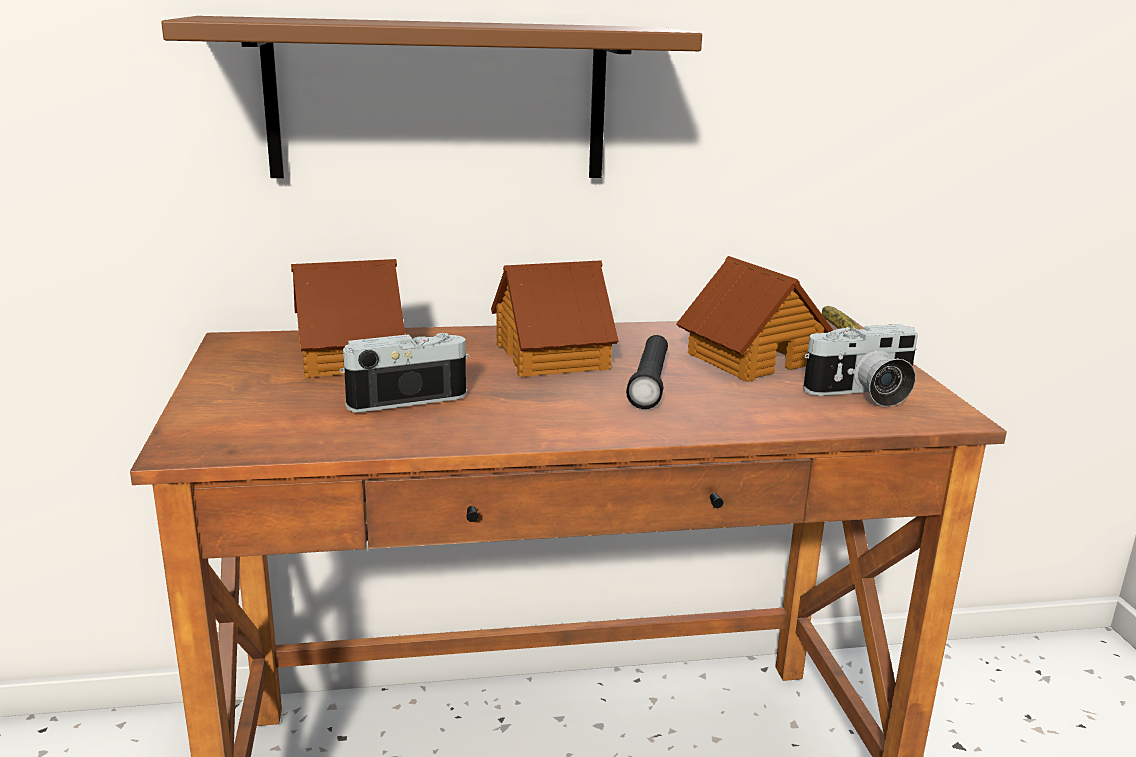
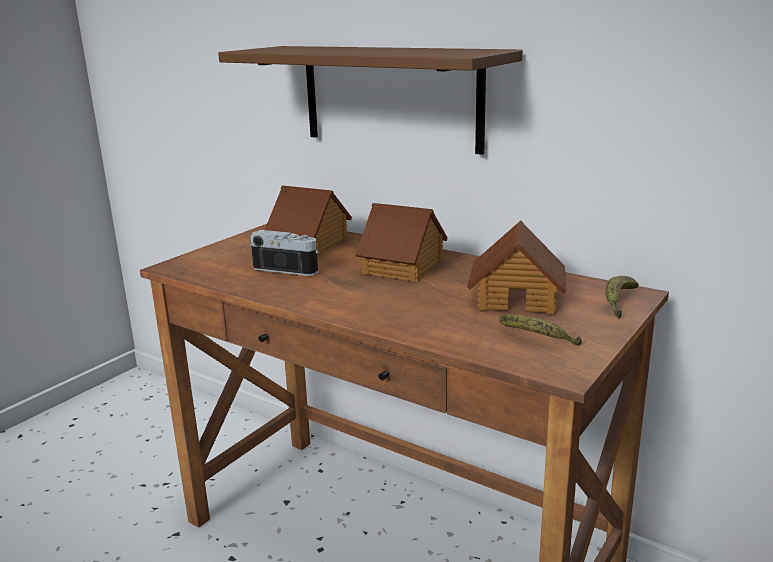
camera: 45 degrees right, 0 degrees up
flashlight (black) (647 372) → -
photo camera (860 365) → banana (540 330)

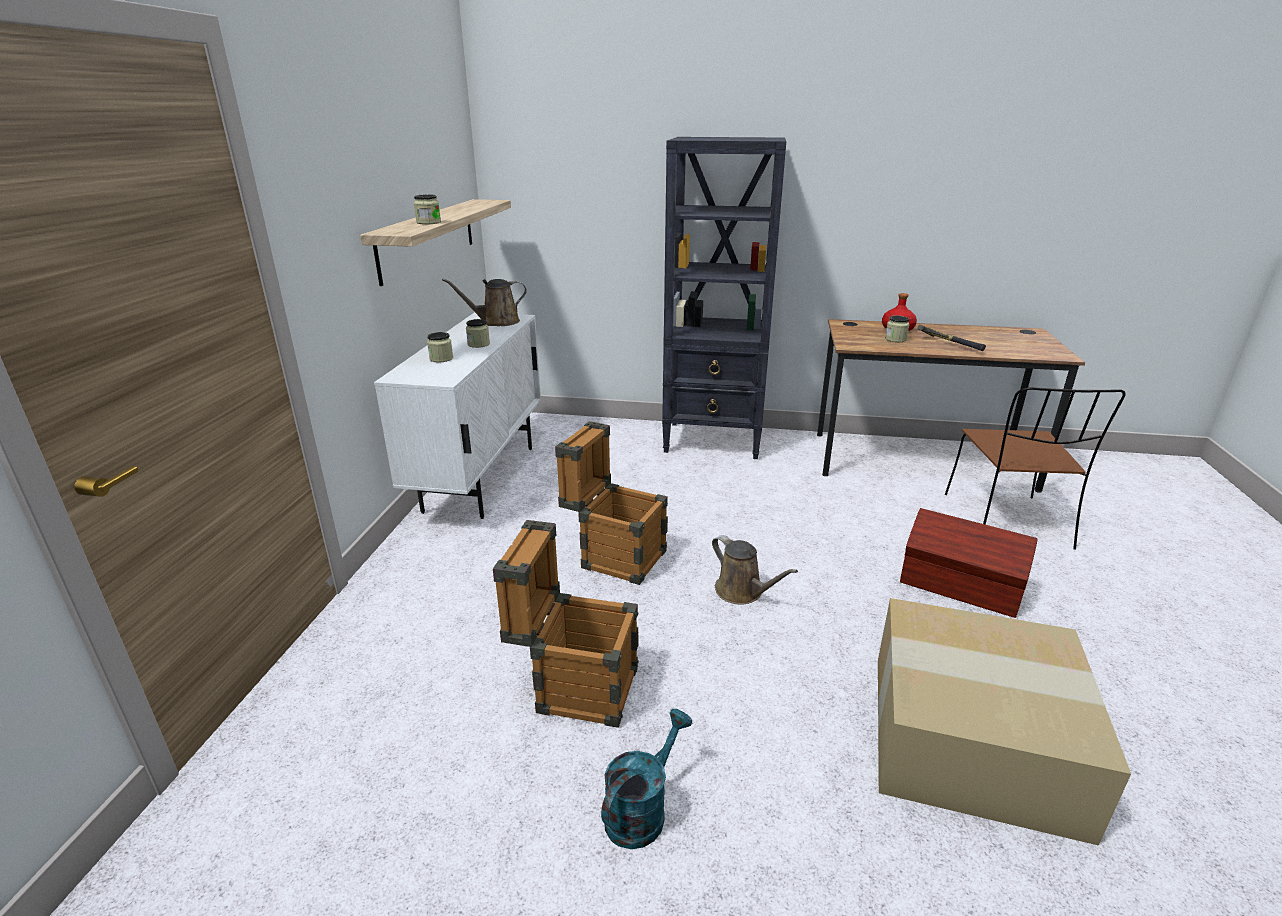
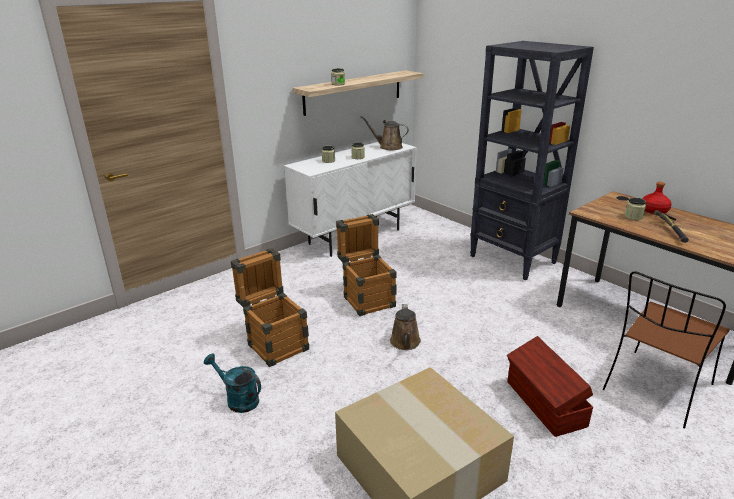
camera: 40 degrees right, 0 degrees up
watering can (turquoise) (647 779) → watering can (turquoise) (232 383), 135 degrees counterclockwise

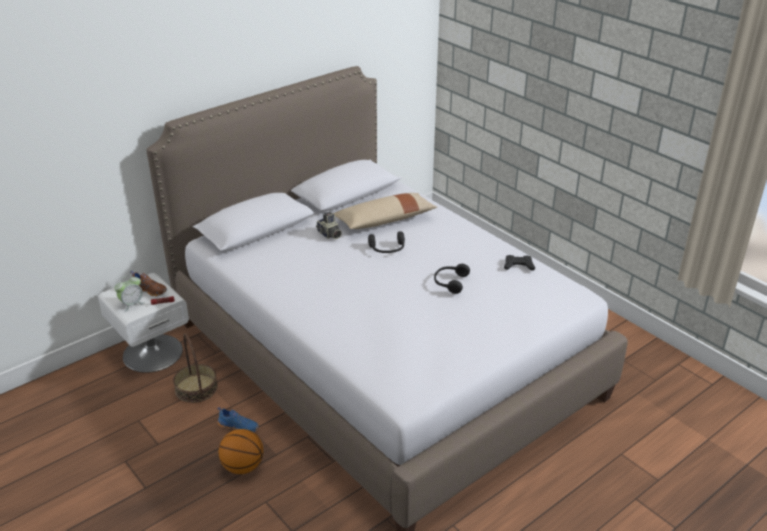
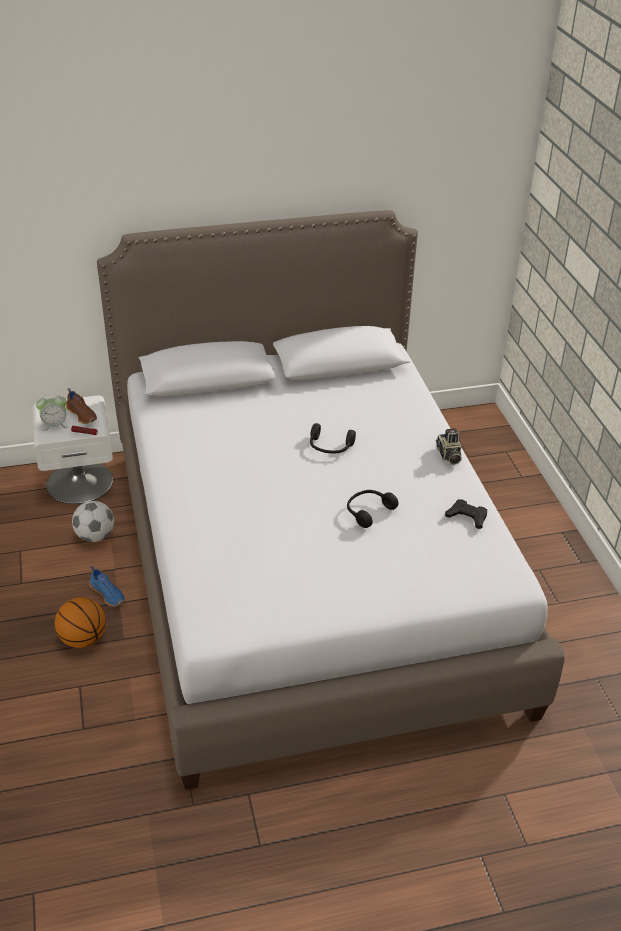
camera: 25 degrees right, 5 degrees up
basket (195 368) → football (93 521)
photo camera (329 225) → photo camera (449 446), moved
pillow (beige) (385 211) → -

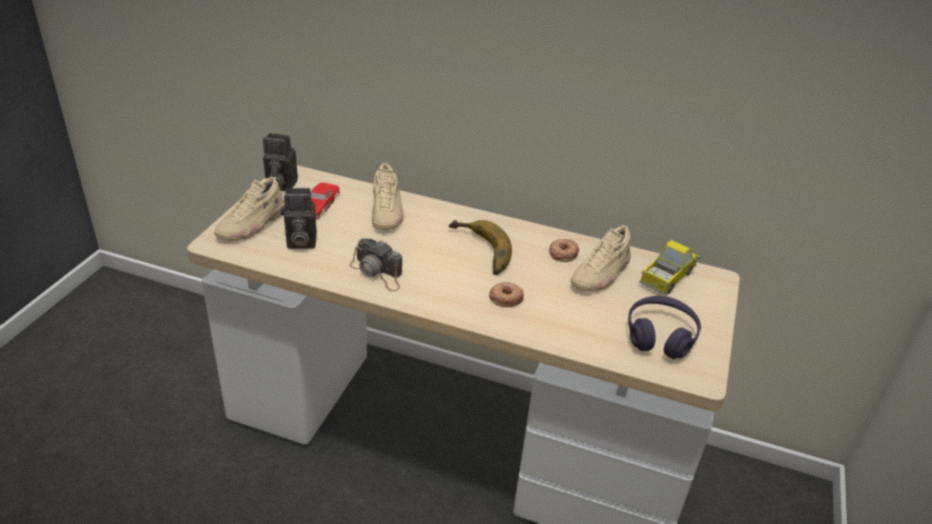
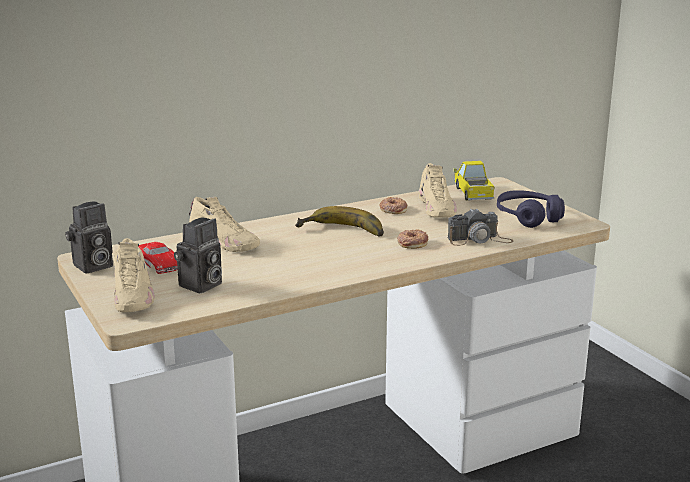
camera: 45 degrees left, 15 degrees down
photo camera (376 264) → photo camera (481 227), moved

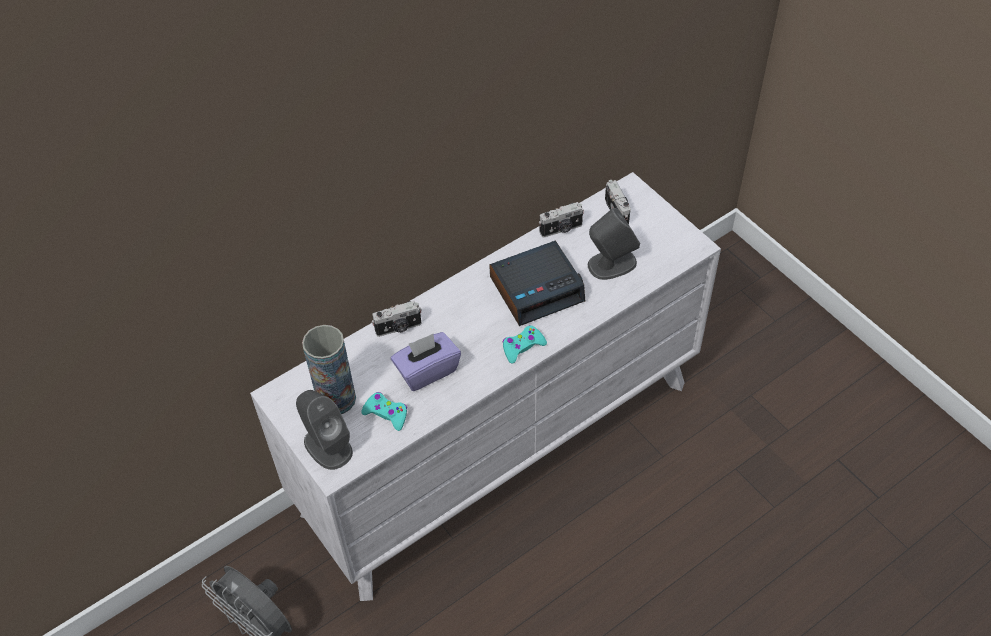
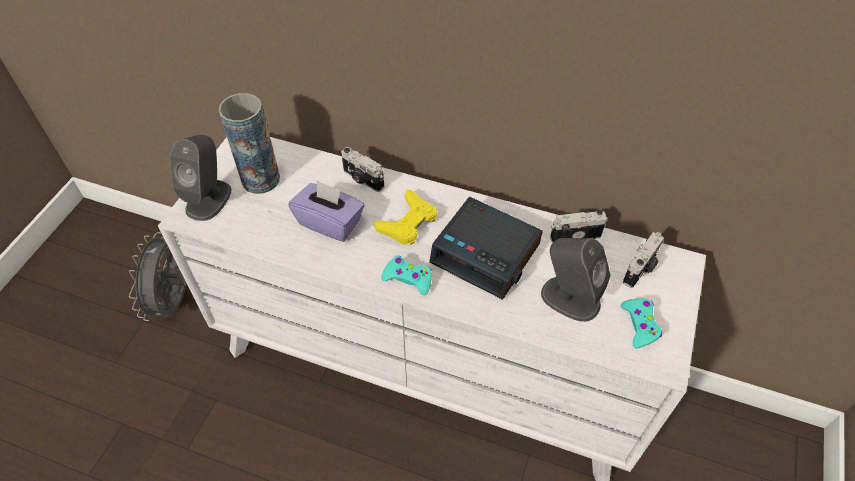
camera: 55 degrees right, 0 degrees up
game controller (turquoise) (384 411) → game controller (turquoise) (641 323), moved
photo camera (561 219) → photo camera (578 226), 135 degrees clockwise
- → game controller (yellow) (405 217)

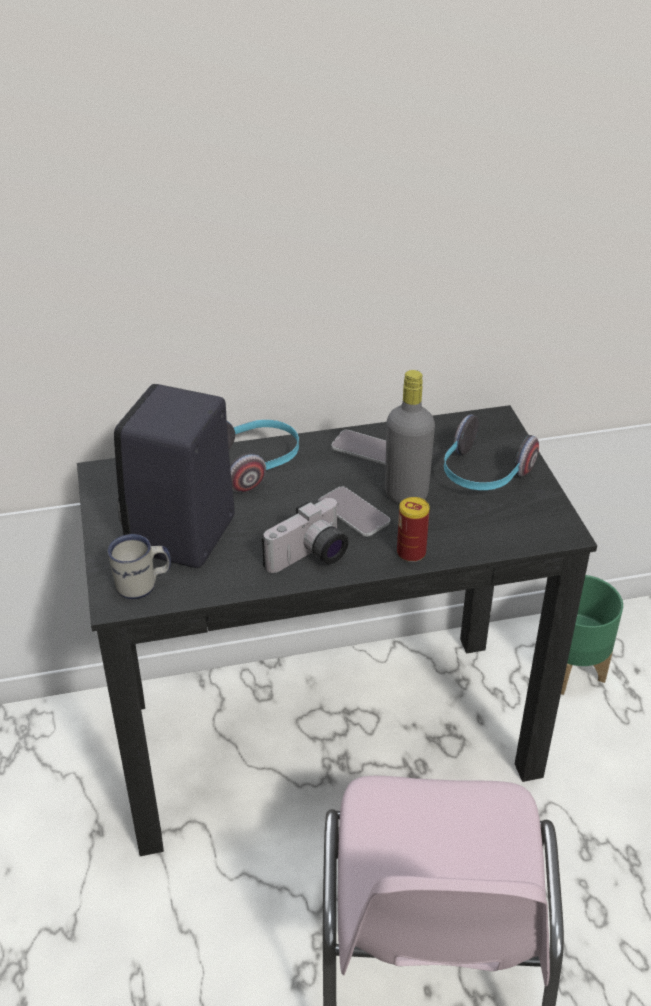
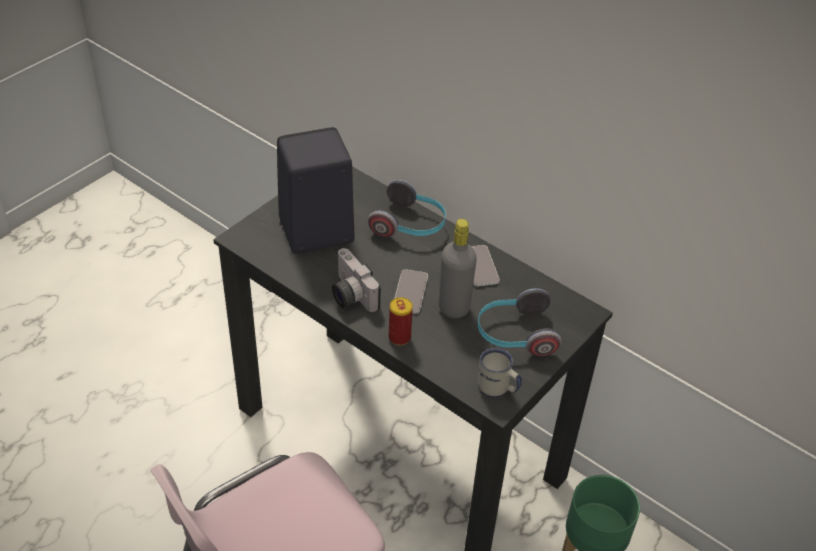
camera: 50 degrees right, 5 degrees up
mug (white) (139 566) → mug (white) (500 372), moved
photo camera (305 535) → photo camera (356 280), 45 degrees clockwise

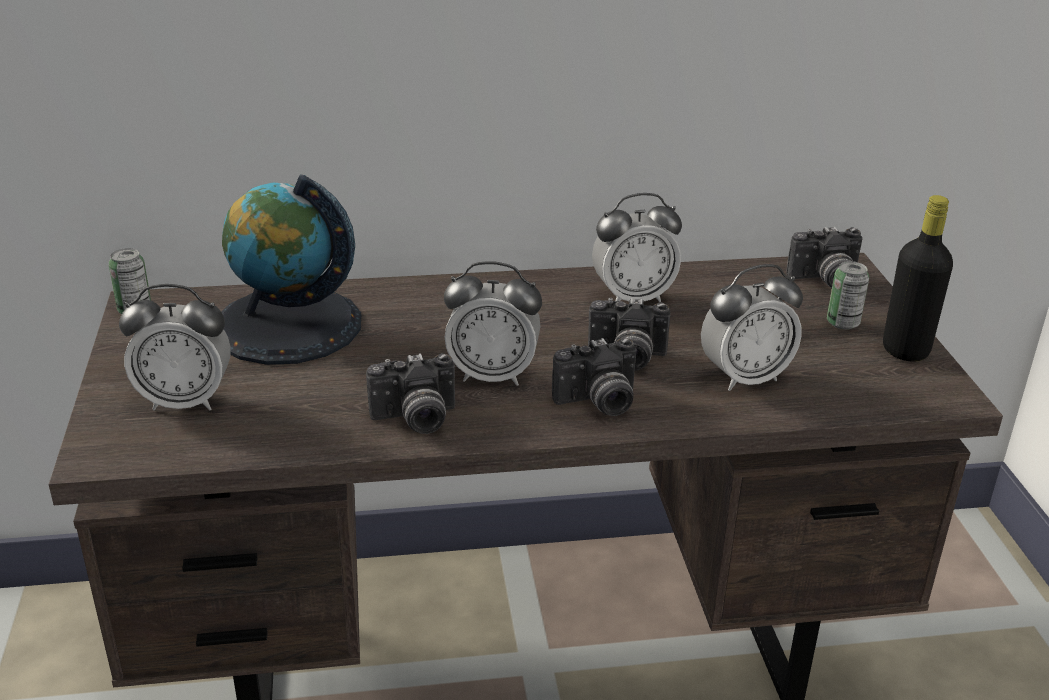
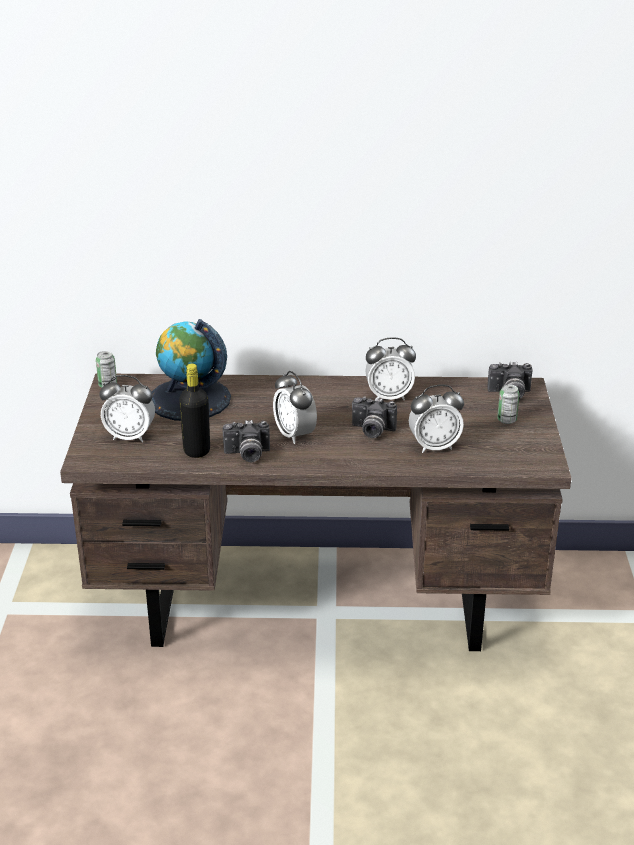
camera: 10 degrees right, 0 degrees up
alarm clock (493 323) → alarm clock (295 407), 45 degrees clockwise
photo camera (594 376) → -
bottle (black) (918 278) → bottle (black) (194 410), moved

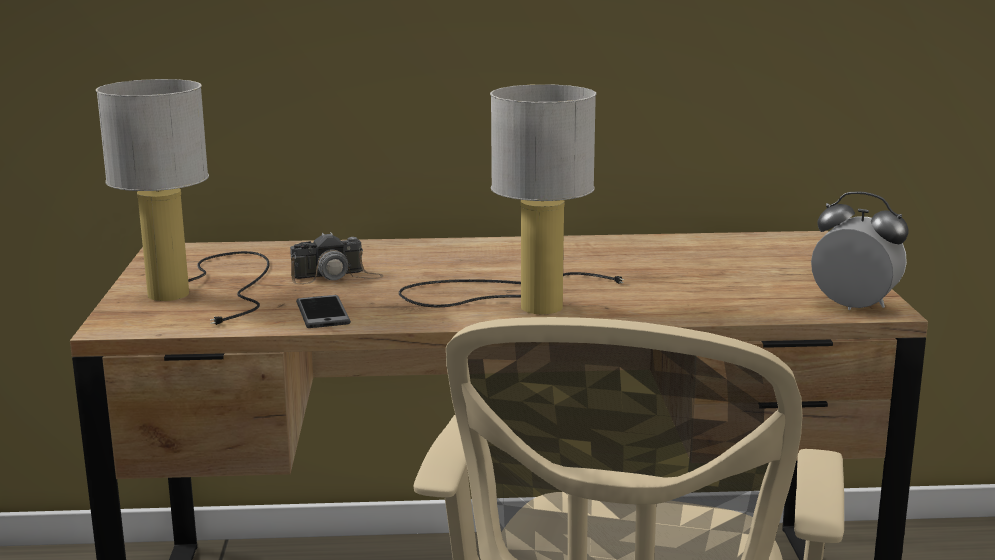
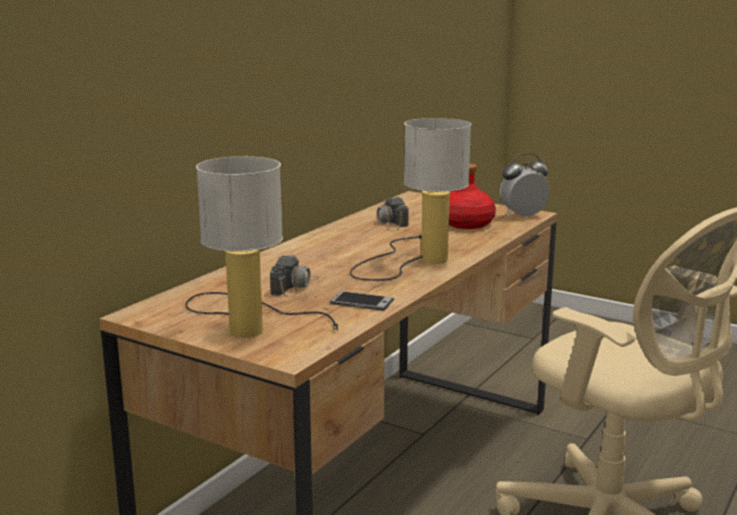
camera: 55 degrees left, 0 degrees up
- → photo camera (392 214)
- → bottle (red) (472 196)

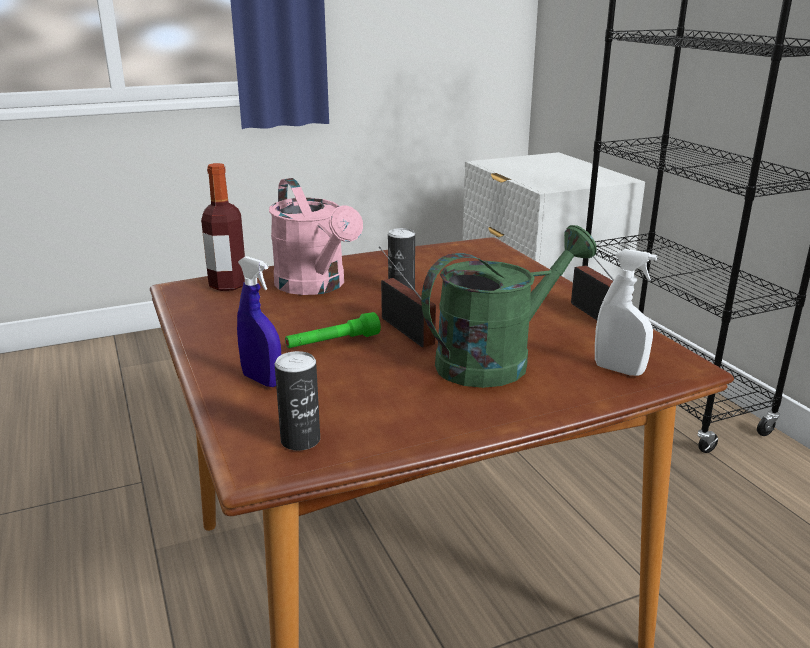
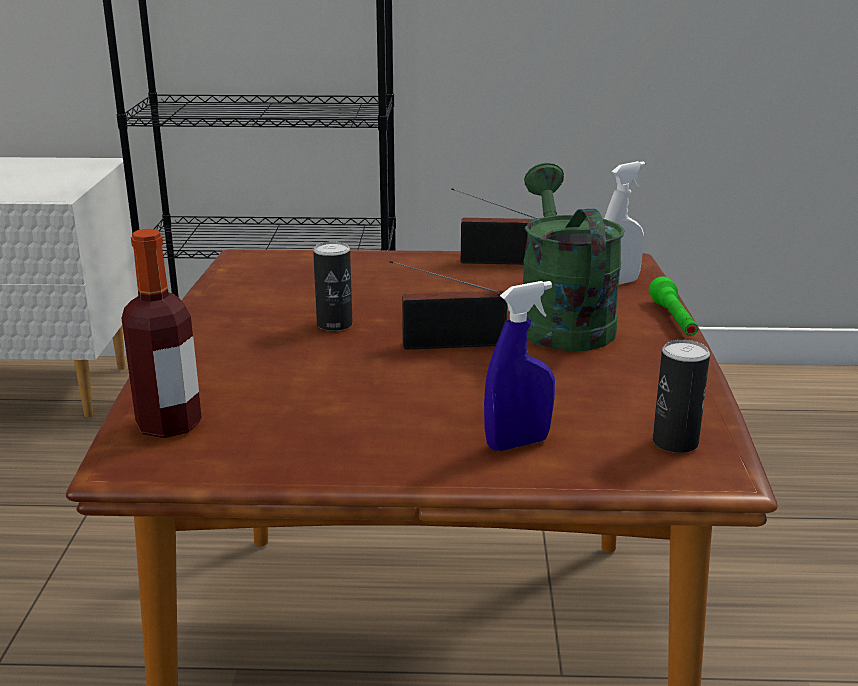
camera: 65 degrees left, 0 degrees up
watering can (pink) (316 236) → -
flashlight (green) (333 330) → flashlight (green) (673 306), moved

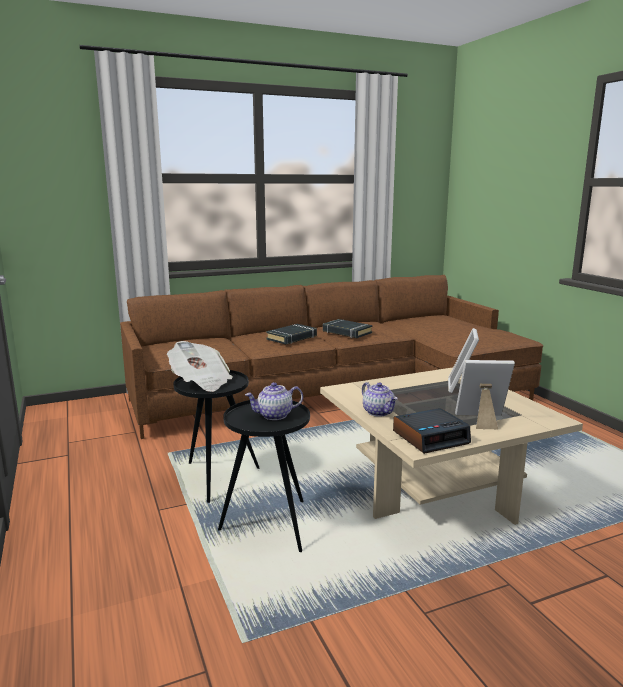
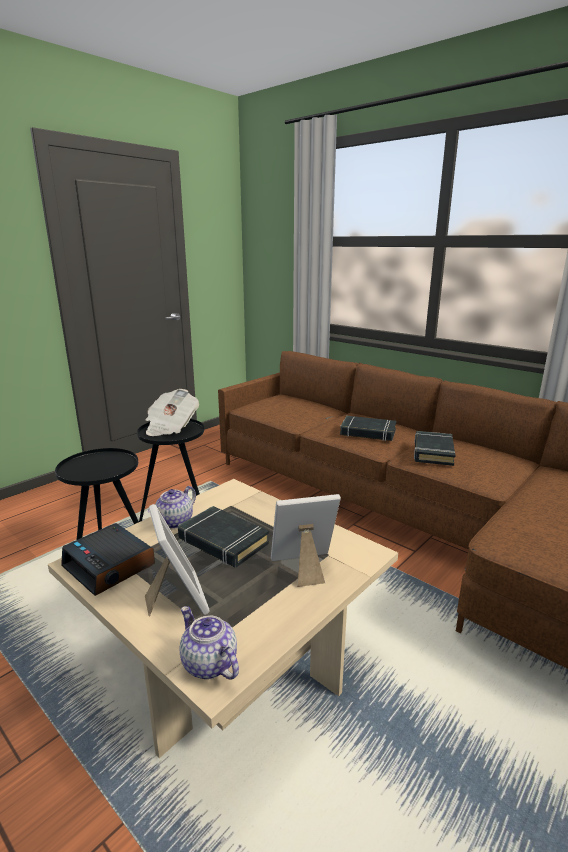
camera: 65 degrees right, 5 degrees up
teapot (274 401) → teapot (209 643), moved
- → book (black) (223 537)

